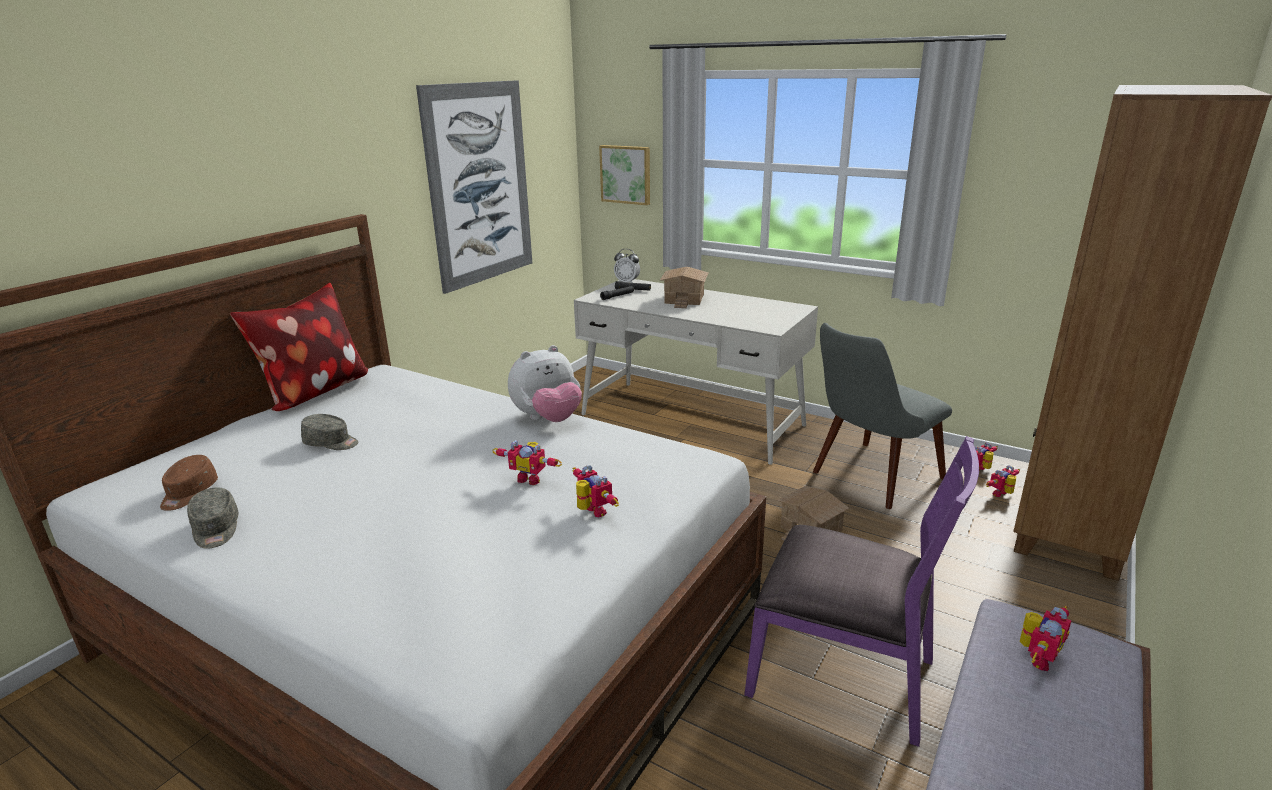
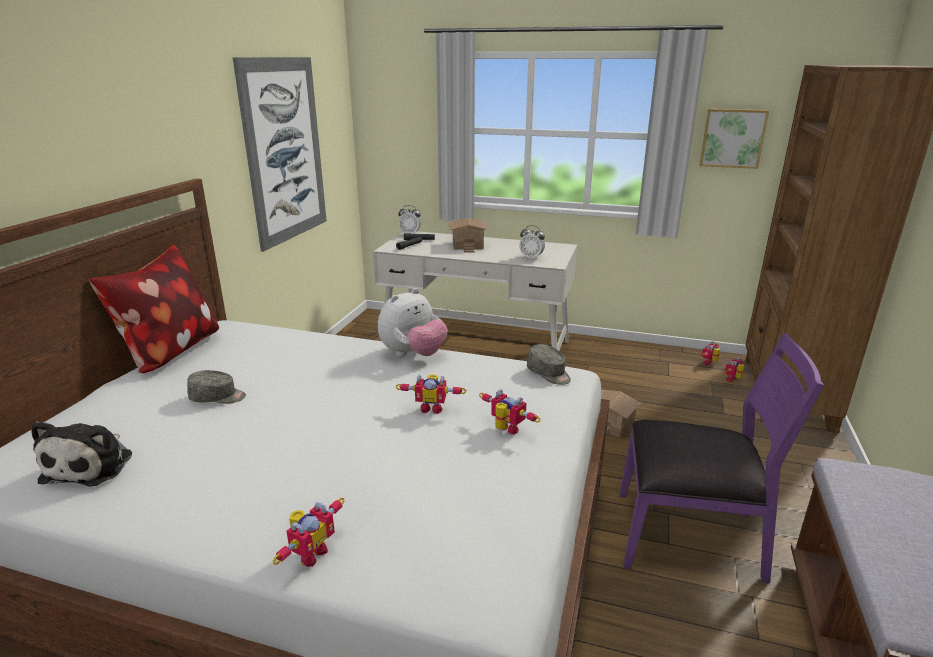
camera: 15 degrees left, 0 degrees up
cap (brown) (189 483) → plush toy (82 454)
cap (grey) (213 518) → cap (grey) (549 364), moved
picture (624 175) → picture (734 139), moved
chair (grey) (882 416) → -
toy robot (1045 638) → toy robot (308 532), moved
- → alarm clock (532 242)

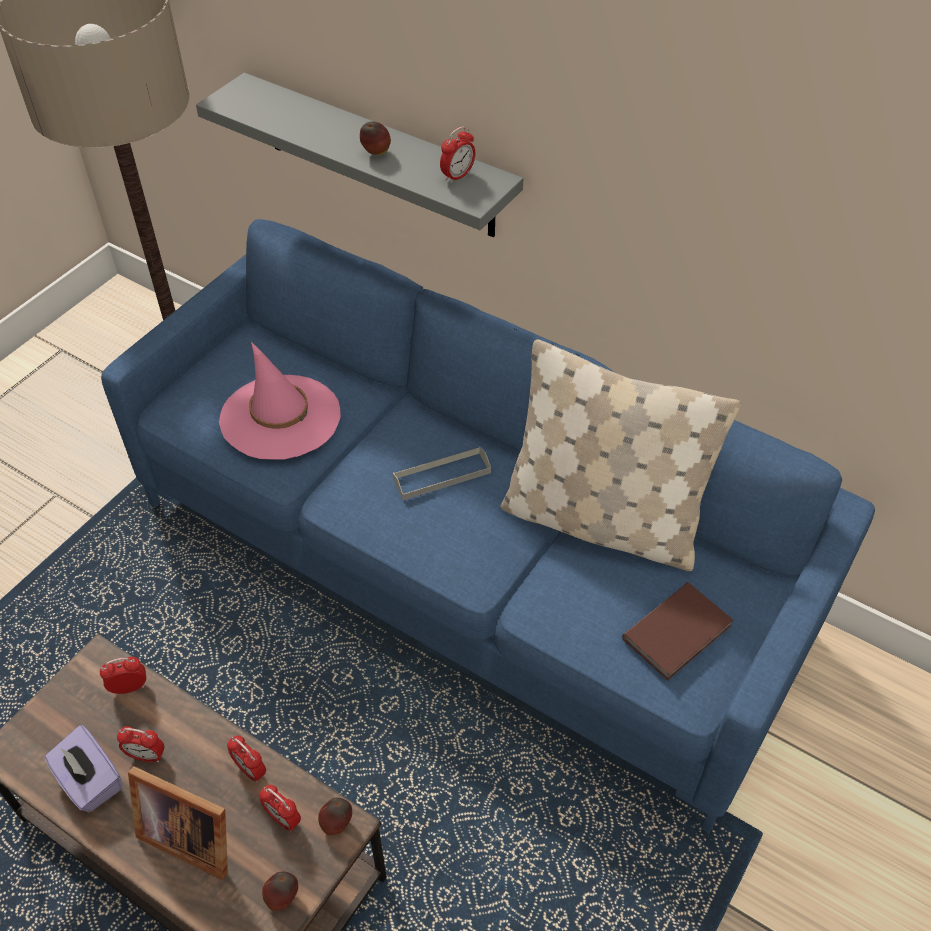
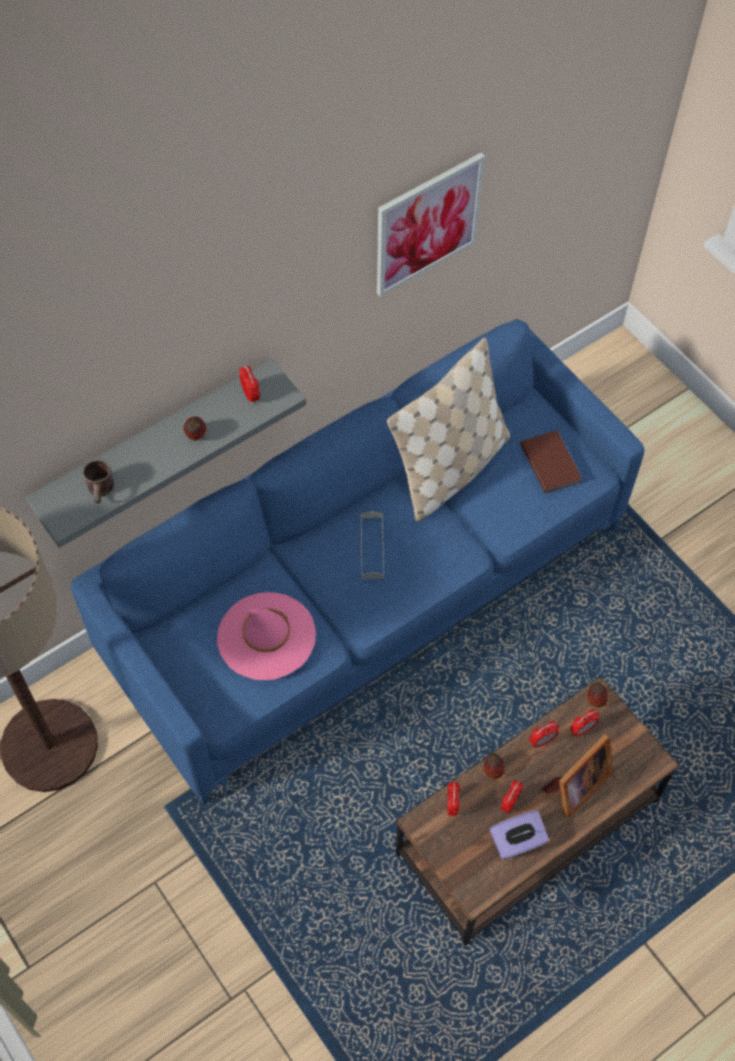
camera: 70 degrees left, 10 degrees up
apple (280 891) → apple (493 766), moved
- → mug (brown) (98 481)
- → picture (430 224)

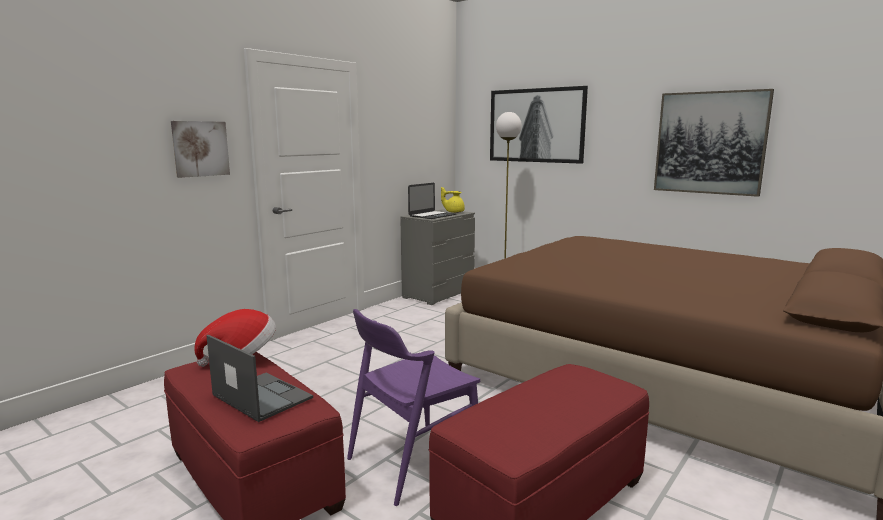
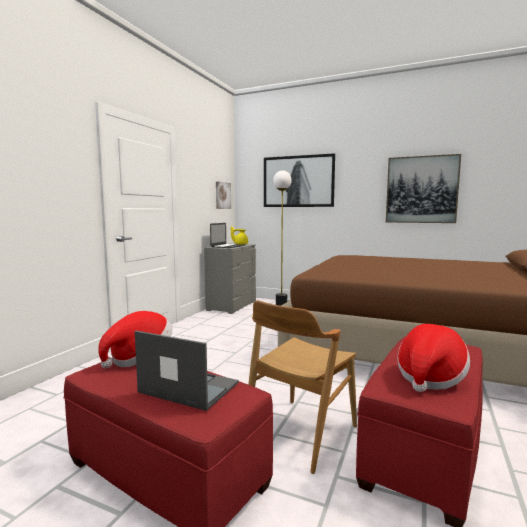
camera: 15 degrees left, 5 degrees down
picture (200 149) → picture (223 195), moved
chair (purple) (413 407) → chair (brown) (302 387)
- → hat (433 358)

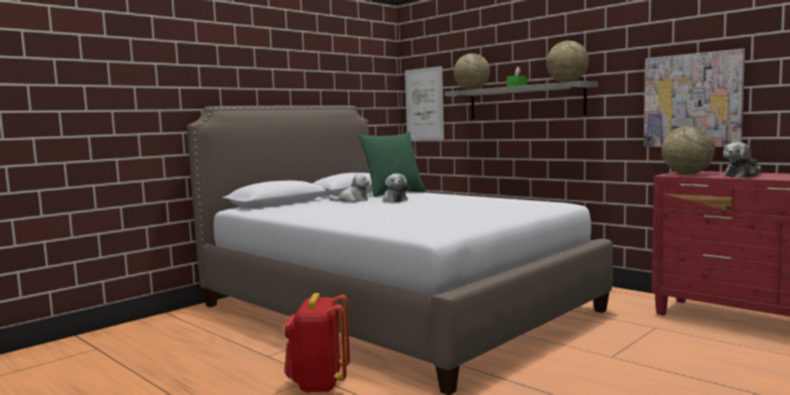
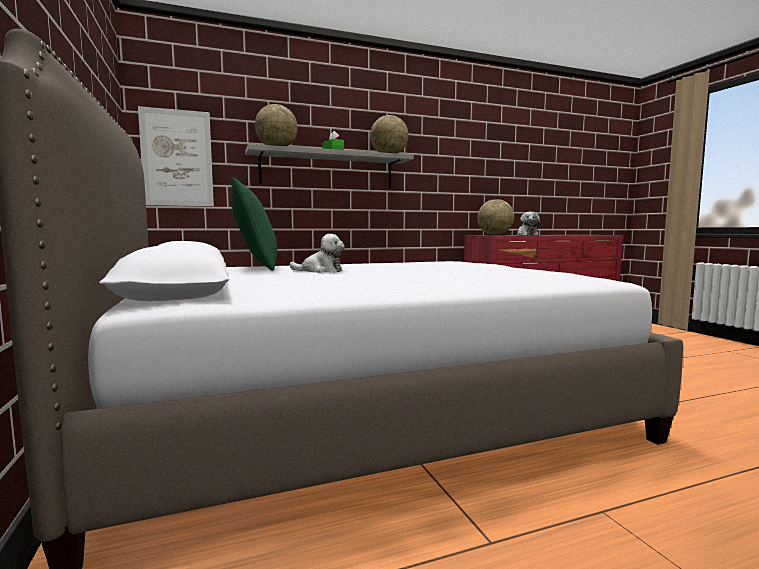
camera: 65 degrees left, 0 degrees up
backpack (red) (317 343) → -
plush toy (349 187) → -
picture (694 98) → -

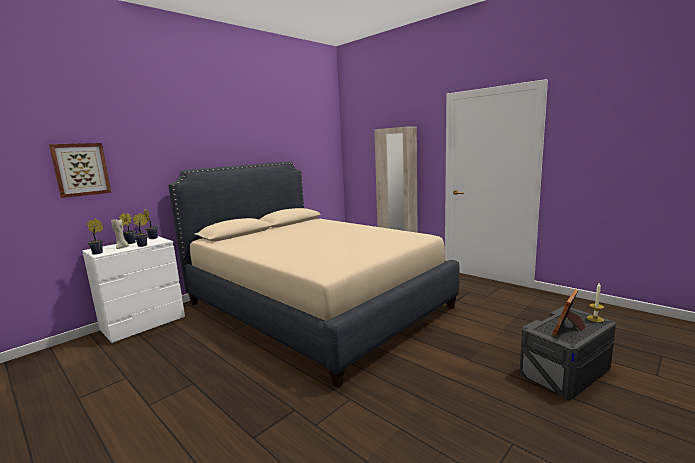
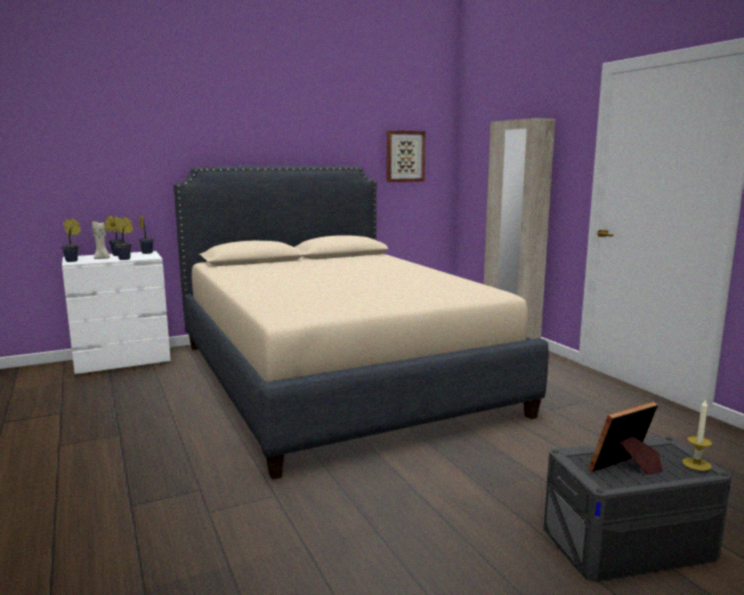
camera: 20 degrees right, 0 degrees up
picture (80 170) → picture (406 156), moved

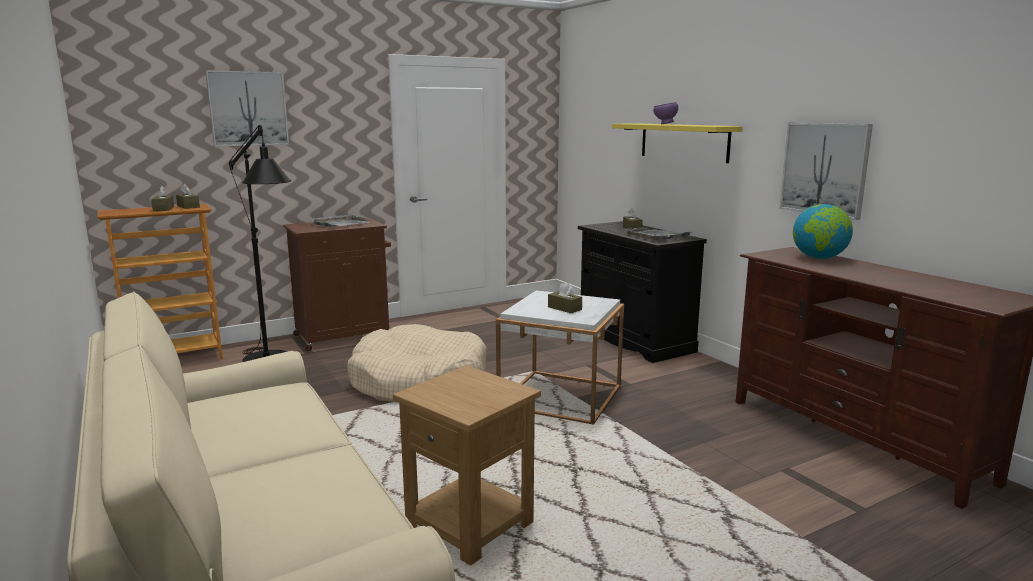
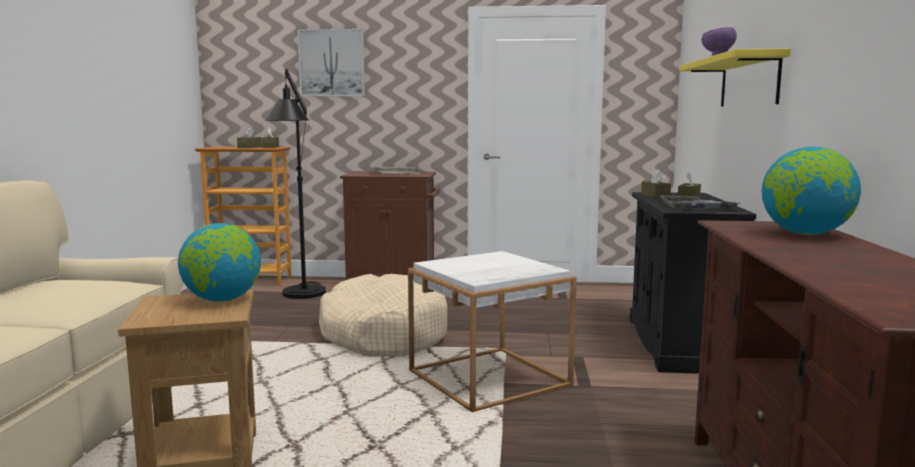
camera: 35 degrees right, 5 degrees down
tissue box (brown) (565 297) → tissue box (brown) (656 184), moved
picture (826 171) → -
- → globe (219 262)

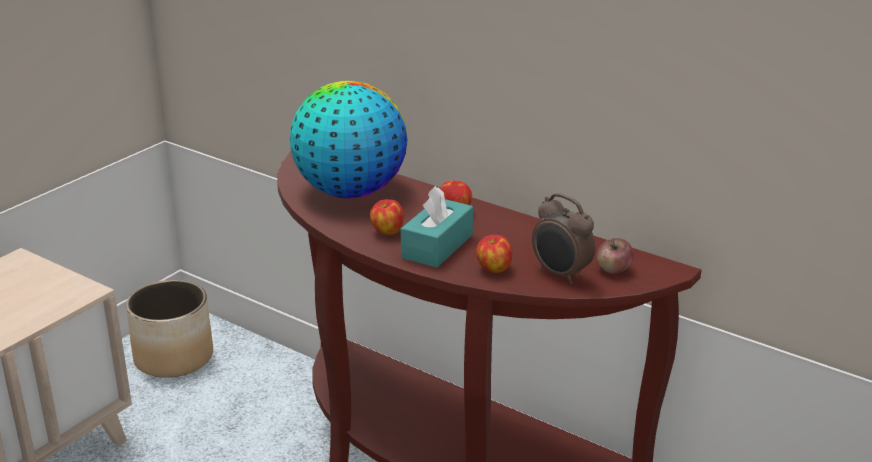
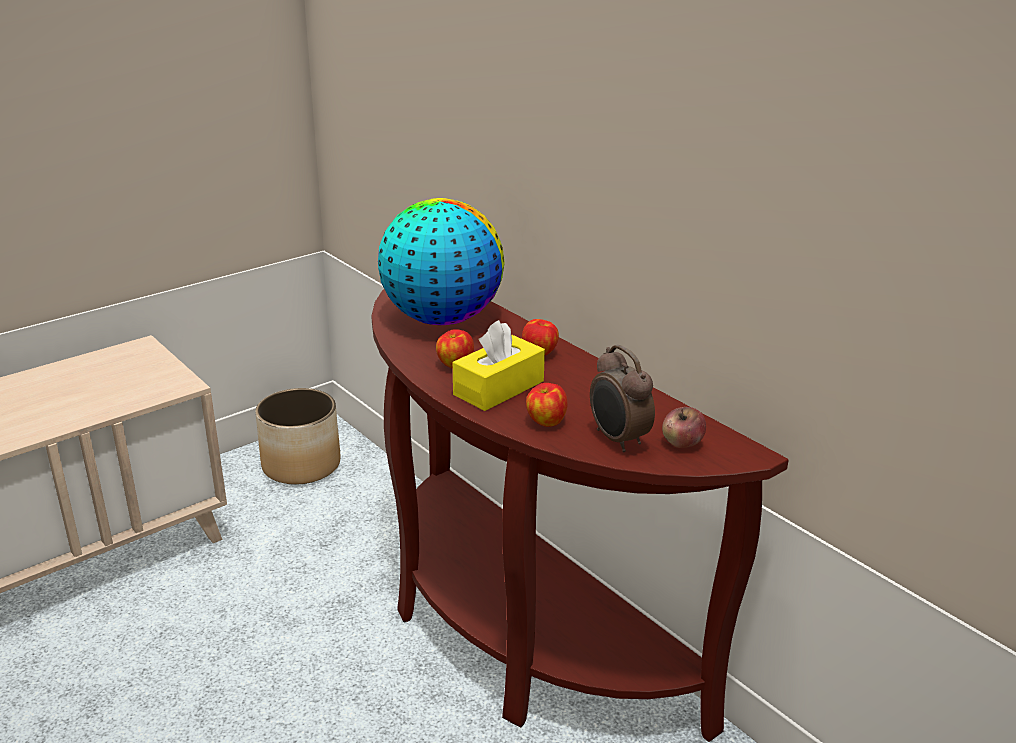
camera: 15 degrees right, 0 degrees up
tissue box (turquoise) (437 227) → tissue box (yellow) (499 365)

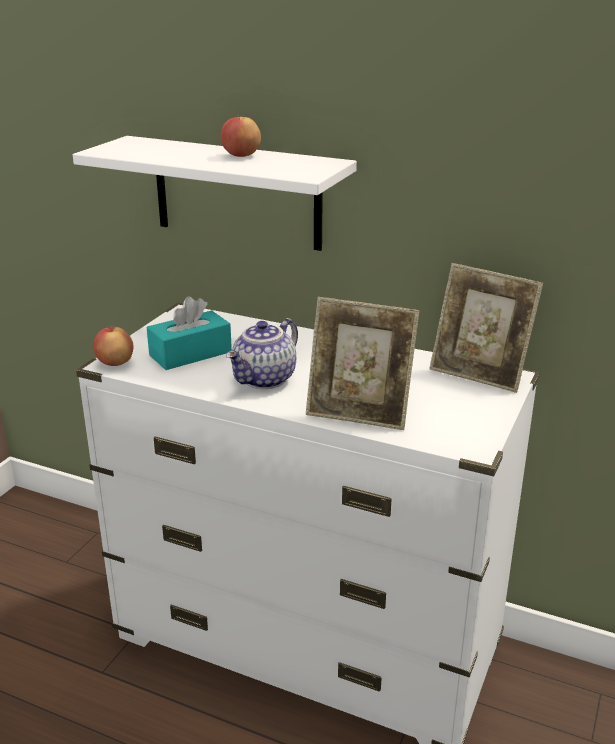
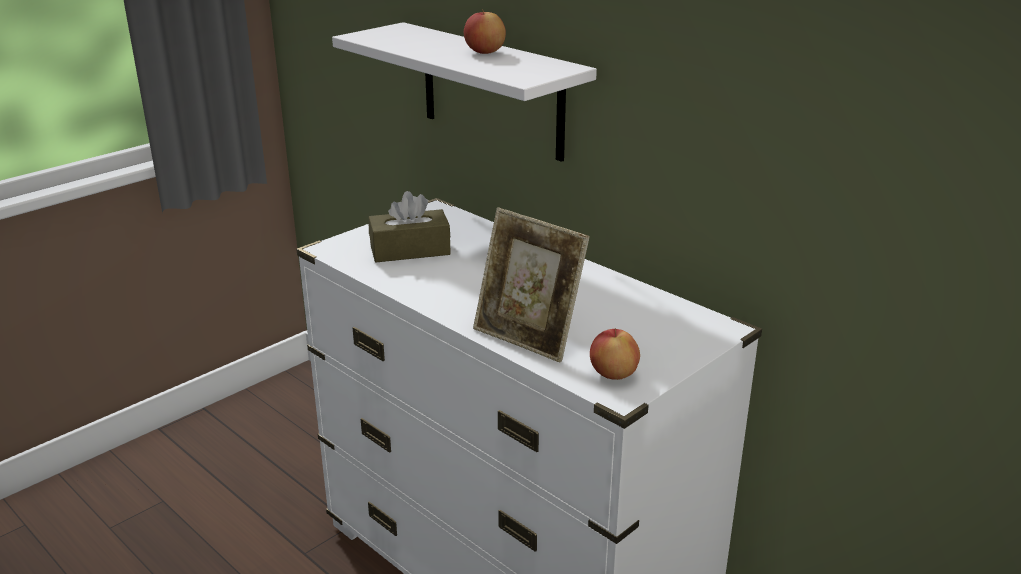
camera: 20 degrees right, 0 degrees up
apple (113 346) → apple (615 354), moved
tissue box (turquoise) (189 333) → tissue box (brown) (409 226)
teapot (262 353) → -
picture frame (486 328) → -

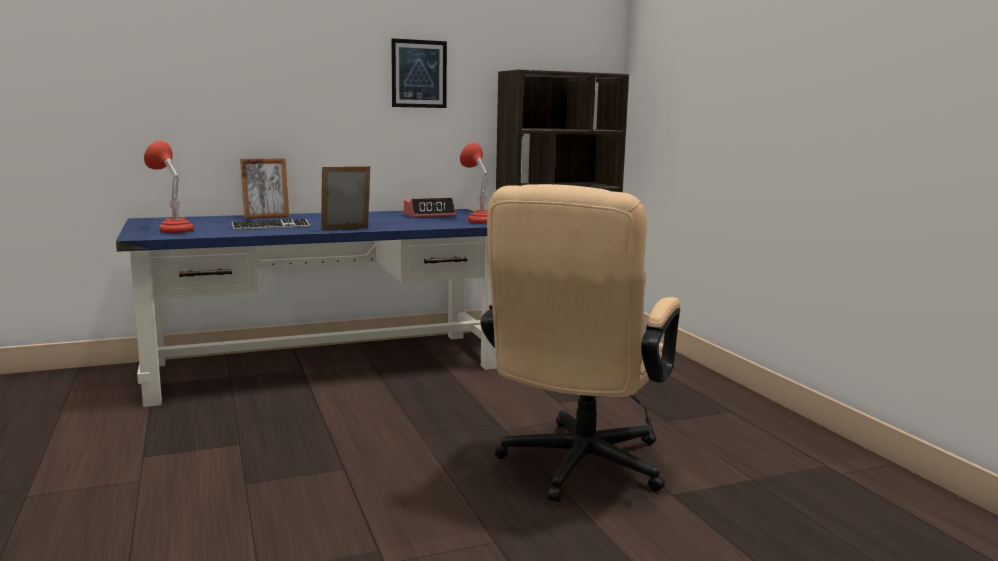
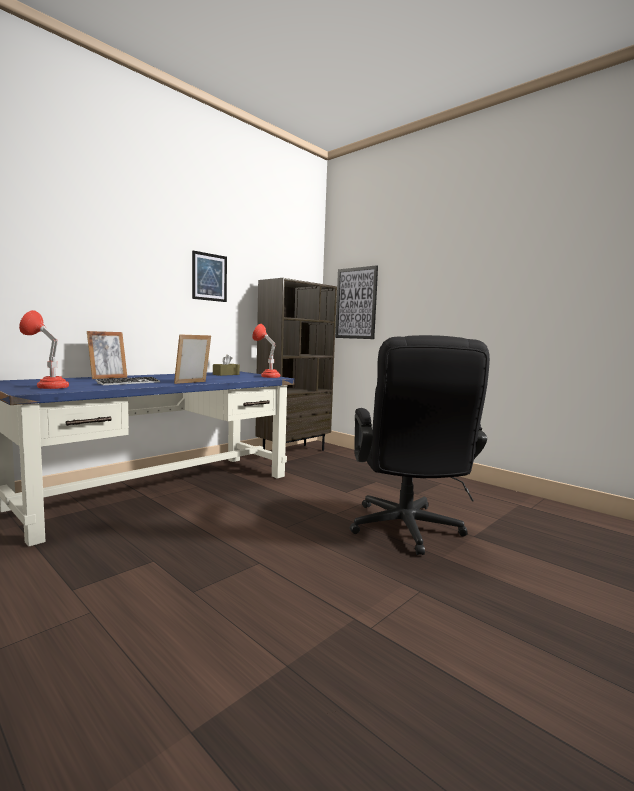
camera: 25 degrees left, 5 degrees down
alarm clock (430 208) → tissue box (brown) (226 365)
office chair (beige) (580 343) → office chair (black) (420 445)
- → picture (356 302)

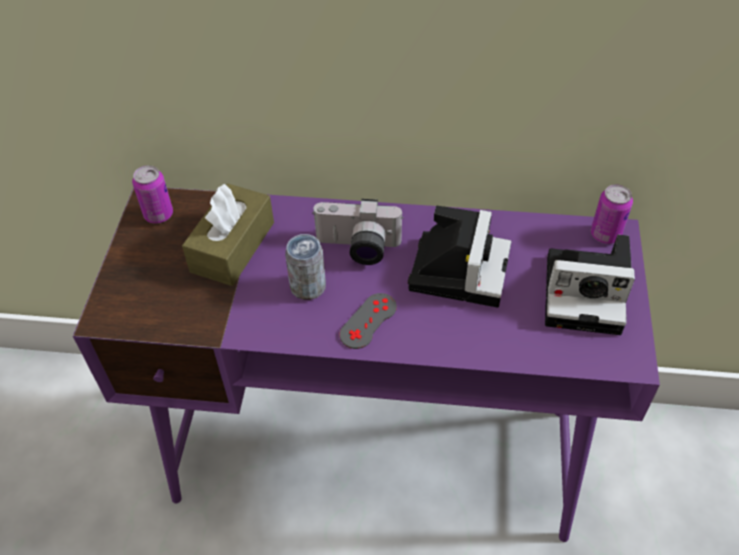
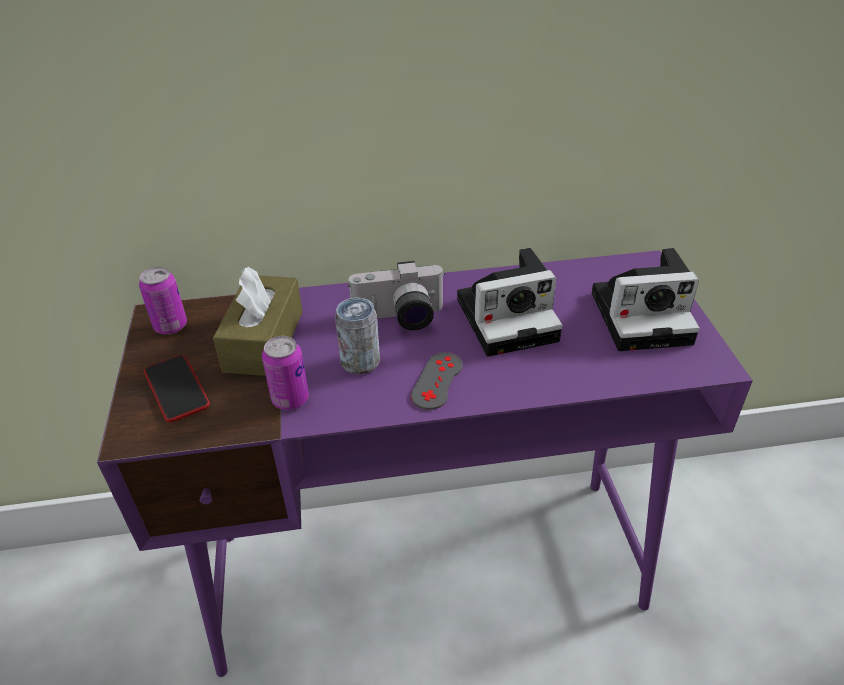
camera: 15 degrees left, 10 degrees down
photo camera (459 256) → photo camera (509 302), 75 degrees clockwise
can (612 214) → can (285 373), moved
- → phone (177 388)

